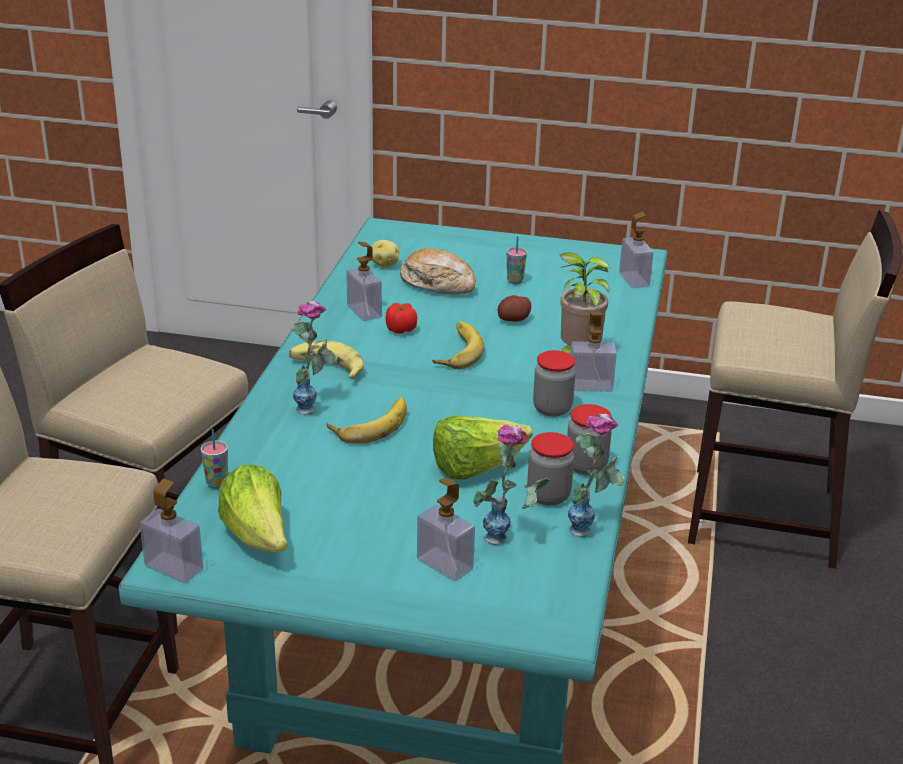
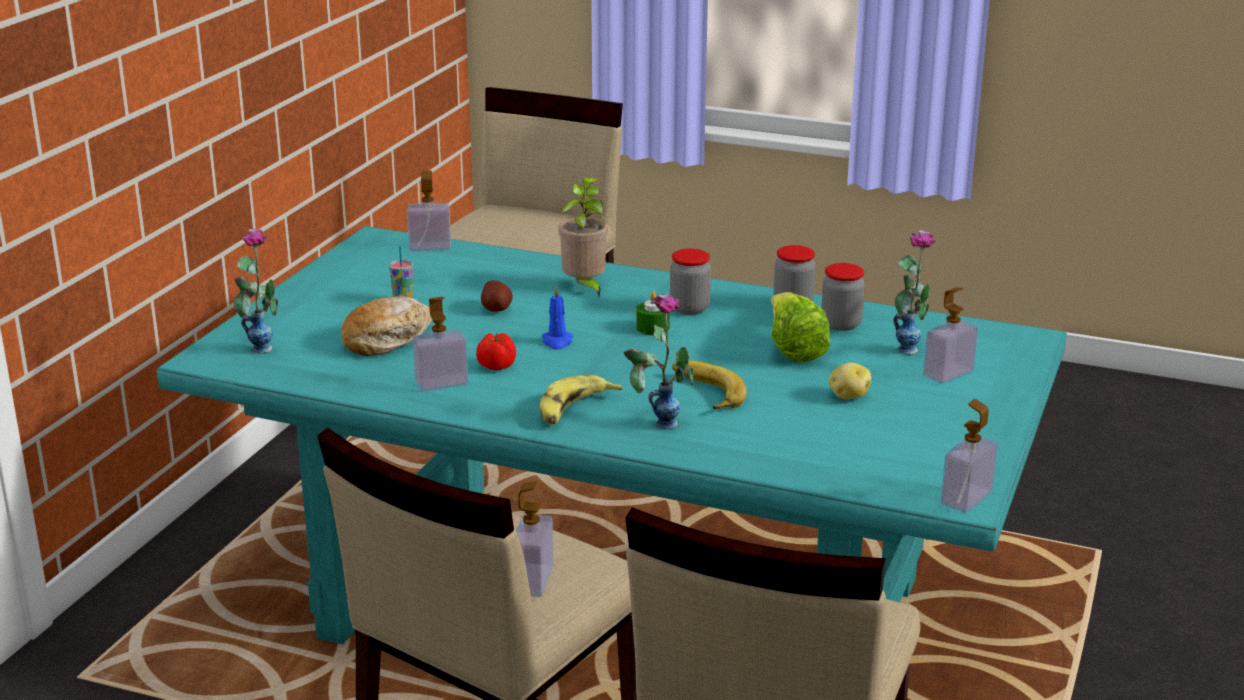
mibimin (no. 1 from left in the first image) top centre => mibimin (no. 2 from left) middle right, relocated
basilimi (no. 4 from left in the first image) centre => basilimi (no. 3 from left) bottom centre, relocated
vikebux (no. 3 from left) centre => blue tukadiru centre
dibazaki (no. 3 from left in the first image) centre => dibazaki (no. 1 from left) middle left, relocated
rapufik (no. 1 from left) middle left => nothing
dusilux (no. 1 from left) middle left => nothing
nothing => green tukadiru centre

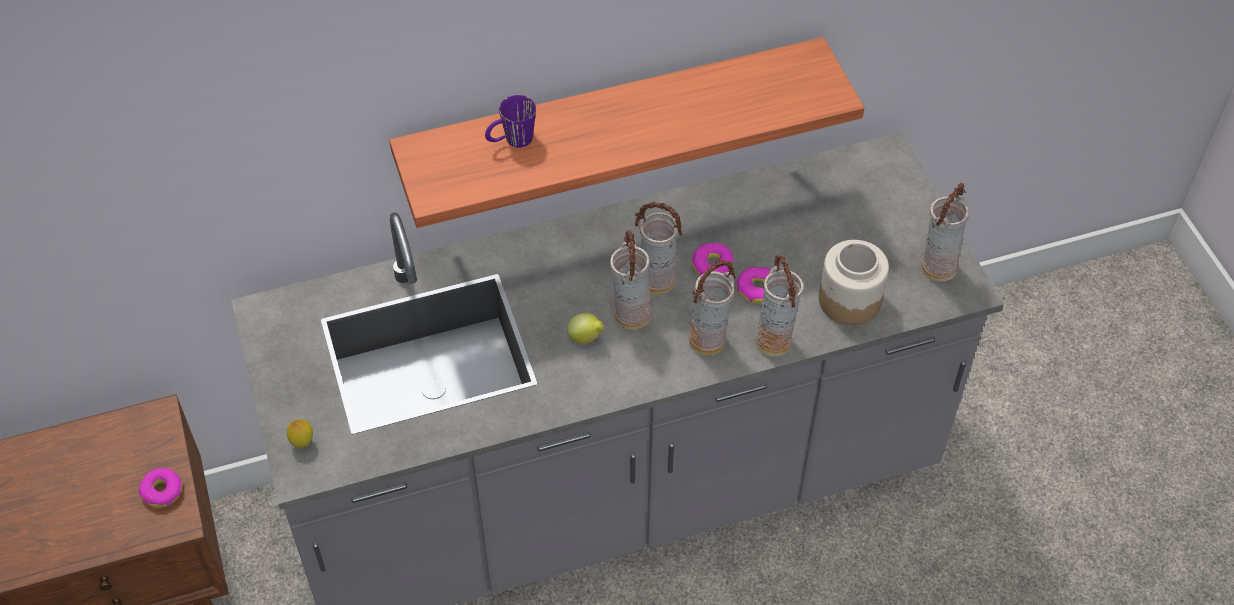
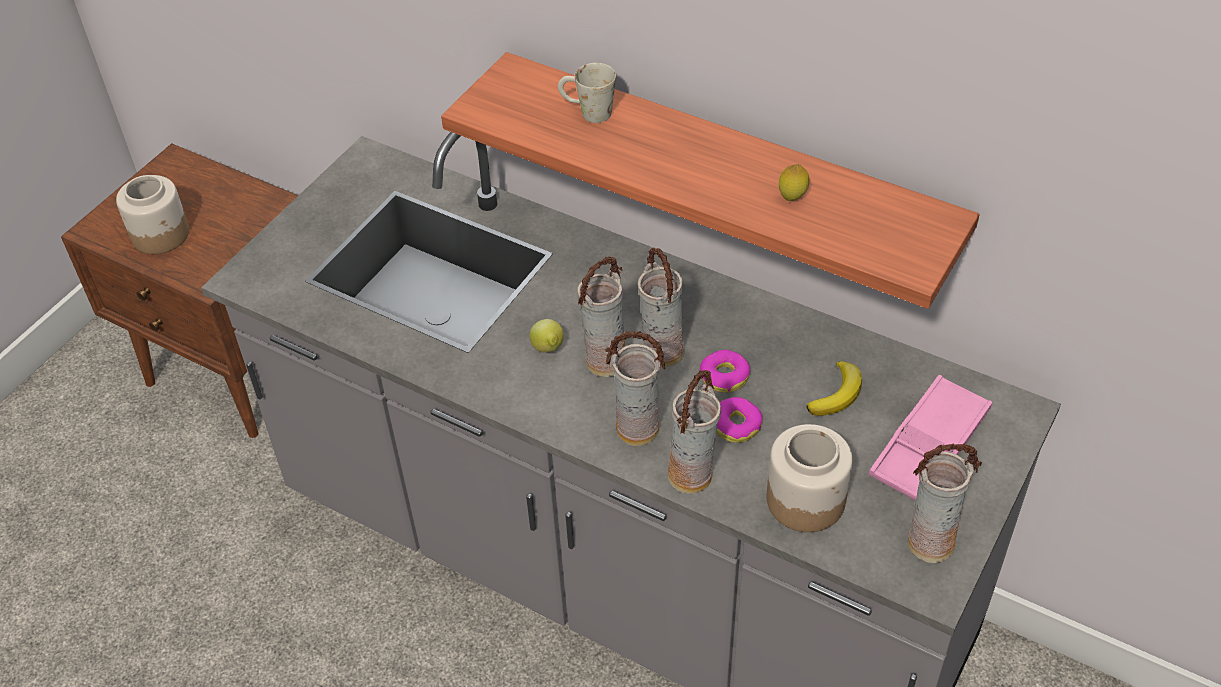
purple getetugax top centre => white getetugax top centre
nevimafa (no. 1 from left in the first image) bottom left => nevimafa (no. 2 from left) top centre, relocated
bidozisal (no. 1 from left) bottom left => nothing
nothing => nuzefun (no. 1 from left) top left
nothing => vikebux middle right
nothing => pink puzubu middle right

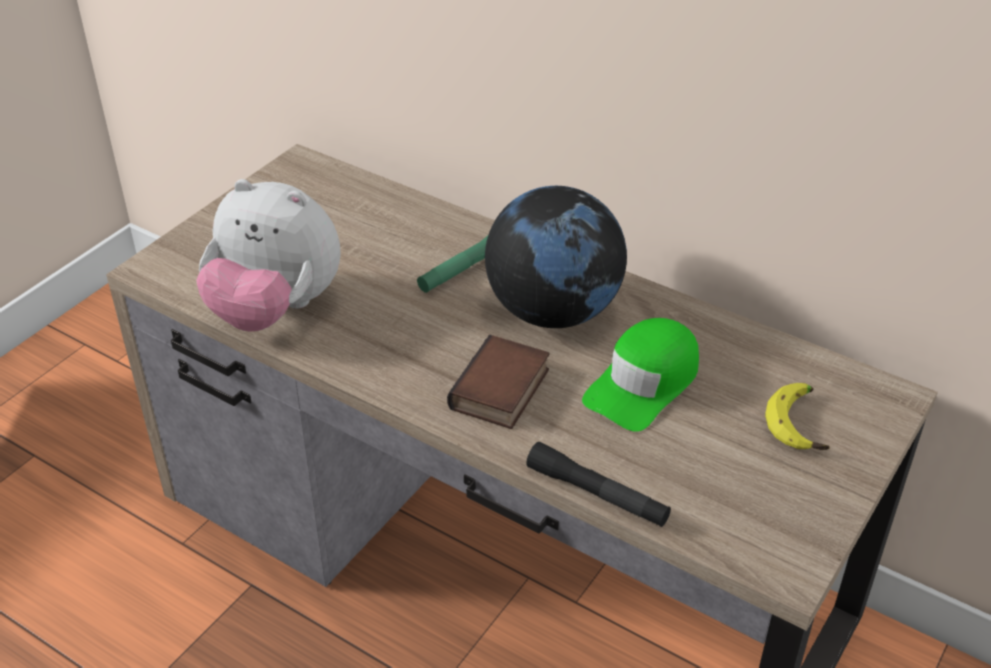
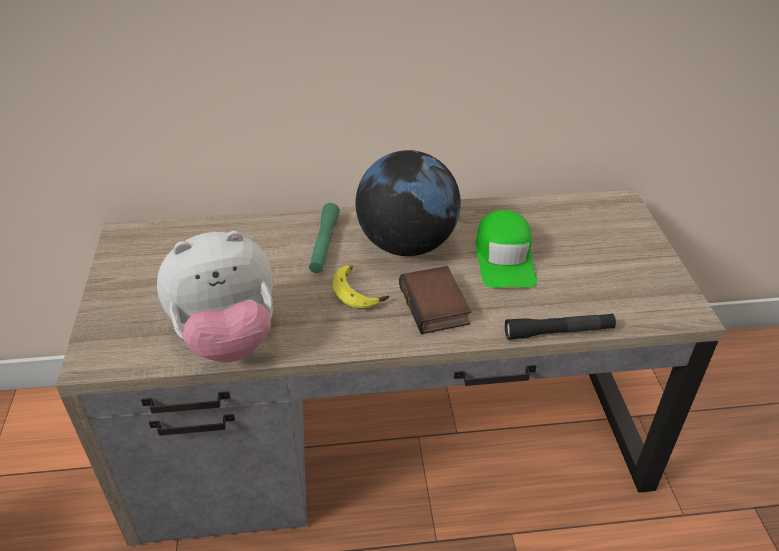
vikebux middle right => vikebux centre, relocated

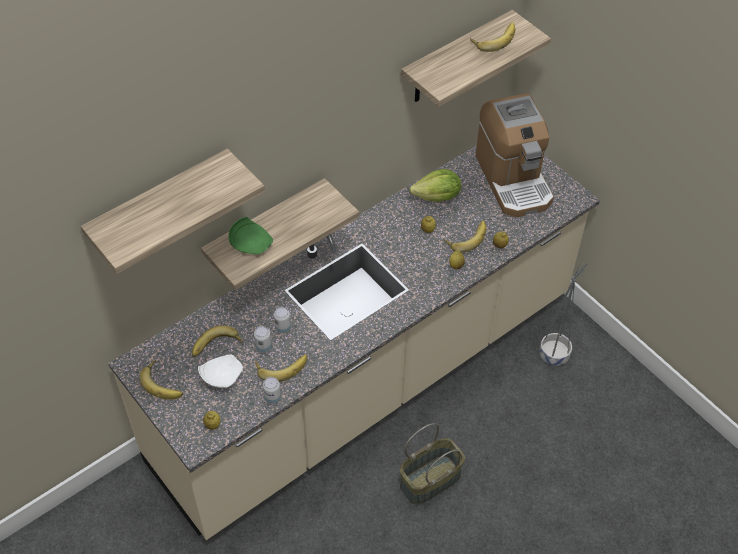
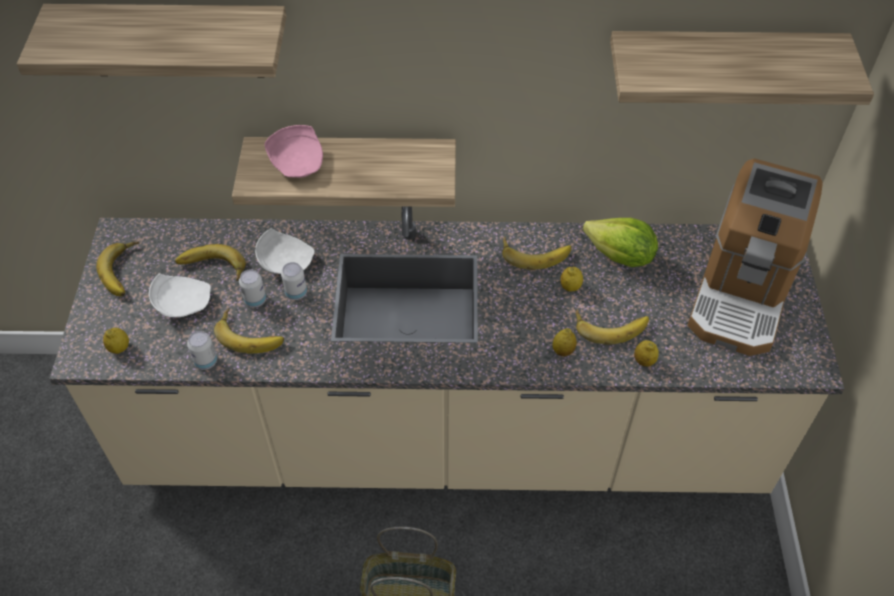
vikebux (no. 5 from left in the first image) top right => vikebux (no. 4 from left) centre, relocated
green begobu centre => pink begobu top left
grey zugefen middle right => nothing
nothing => white begobu (no. 2 from left) middle left

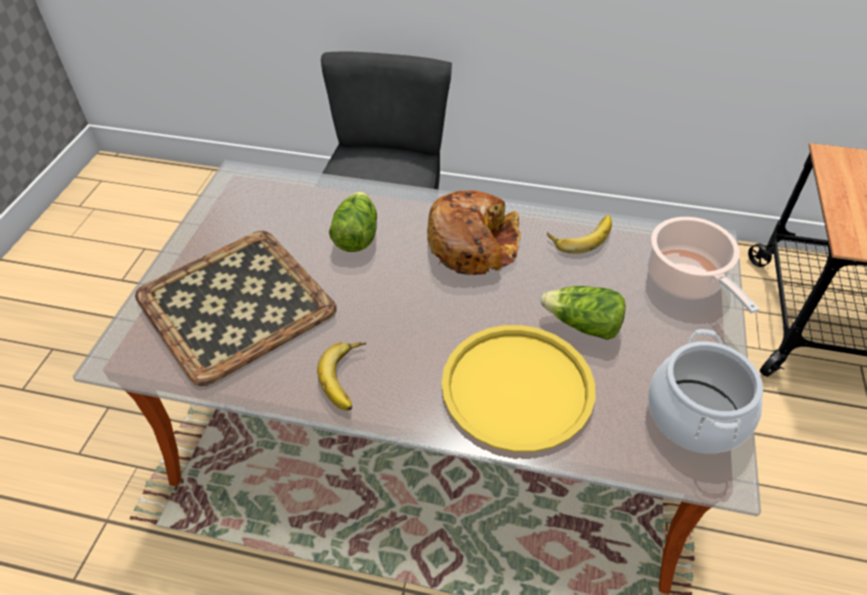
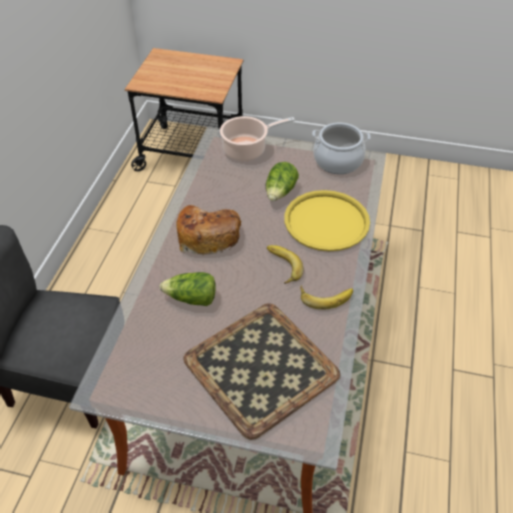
vikebux (no. 2 from left in the first image) middle right => vikebux (no. 1 from left) centre, relocated

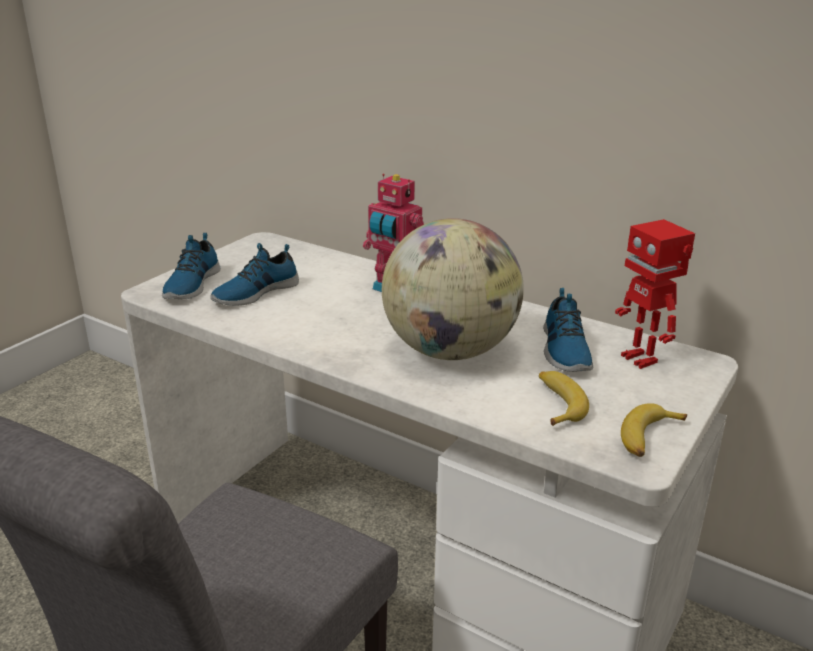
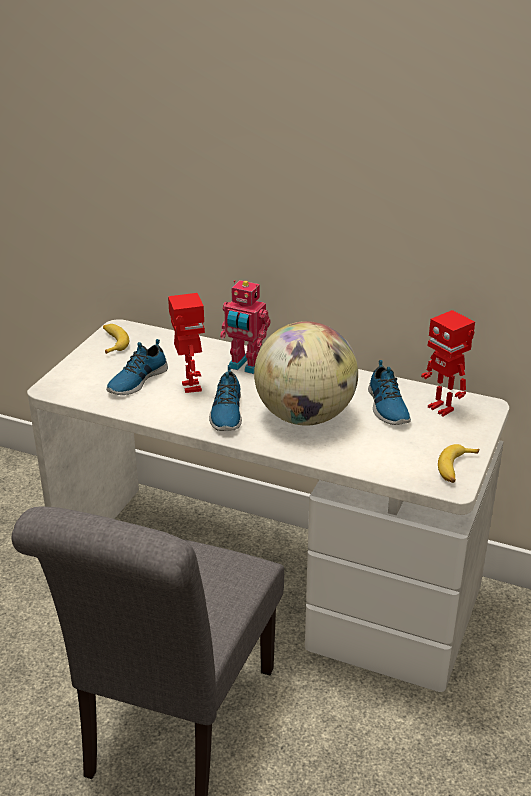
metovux (no. 1 from left in the first image) middle left => metovux (no. 2 from left) centre, relocated
vikebux (no. 1 from left) middle right => vikebux (no. 1 from left) middle left, relocated
nothing => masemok (no. 1 from left) centre

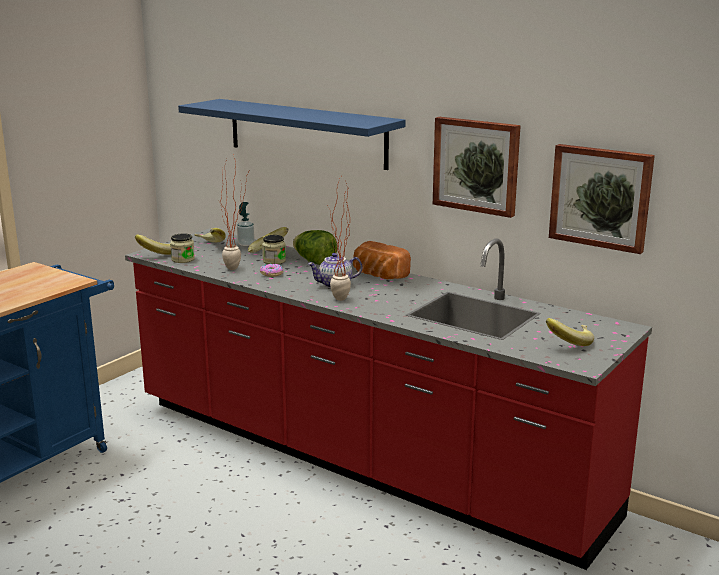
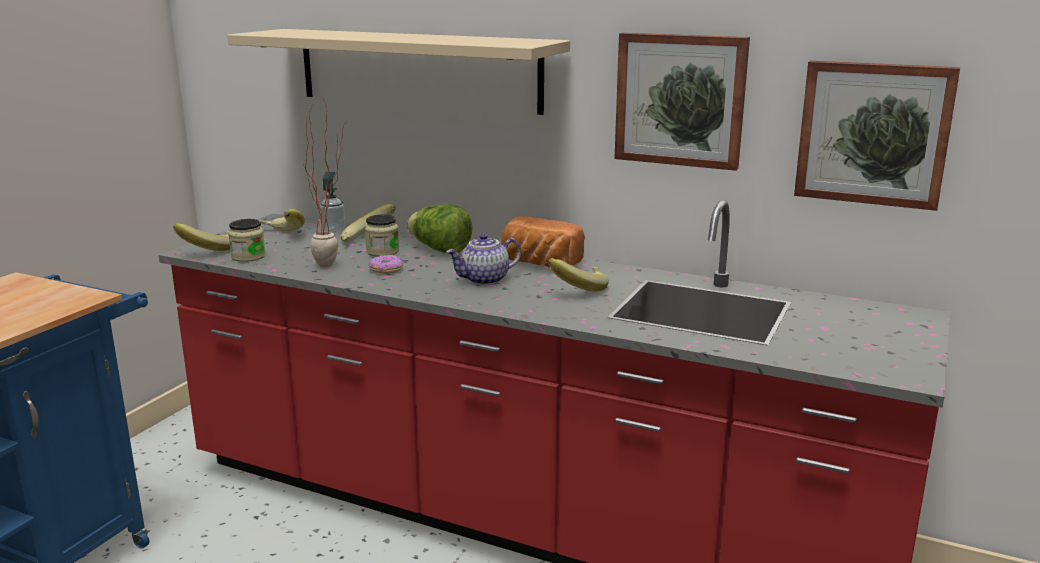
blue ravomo top centre => beige ravomo top centre
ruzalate (no. 2 from left) centre => nothing
vikebux (no. 4 from left) middle right => vikebux (no. 4 from left) centre, relocated

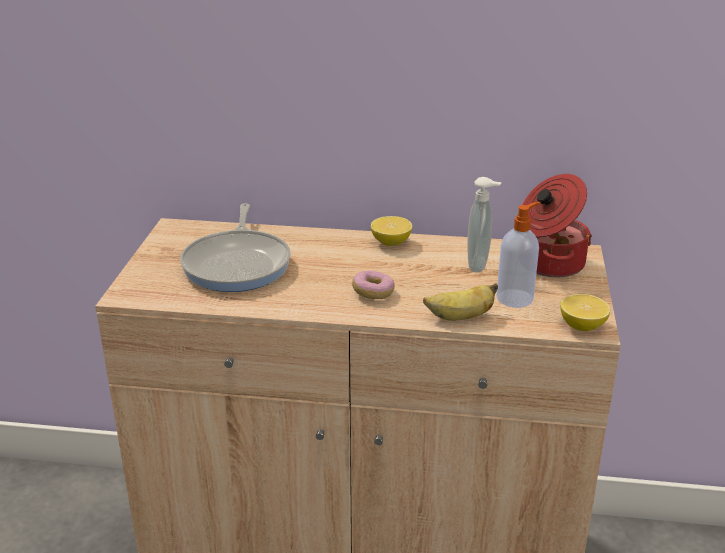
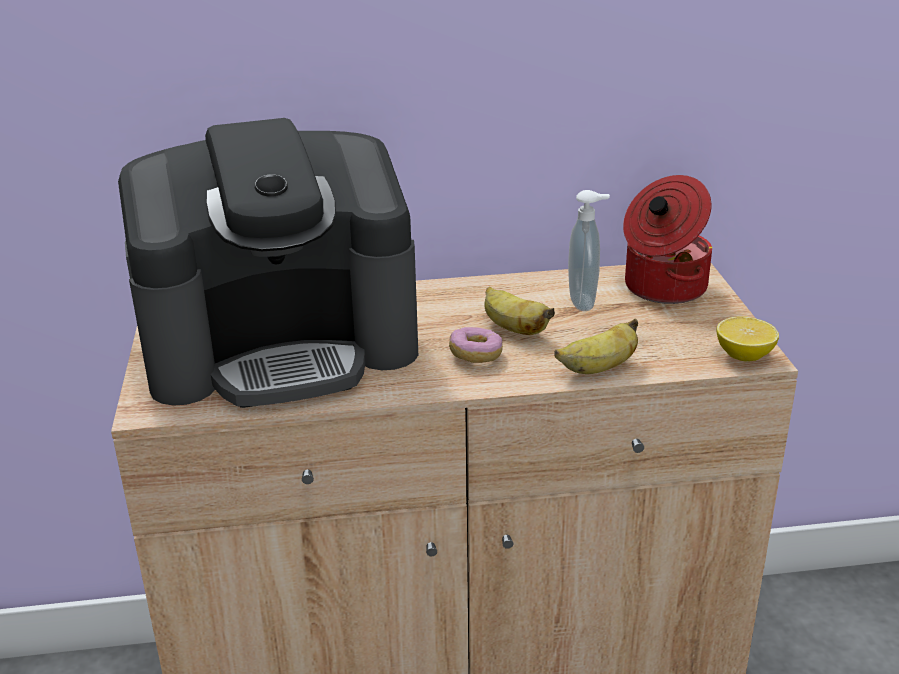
basilimi (no. 2 from left) middle right => nothing
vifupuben middle left => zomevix middle left
nevimafa (no. 1 from left) centre => nothing
nothing => vikebux (no. 1 from left) centre

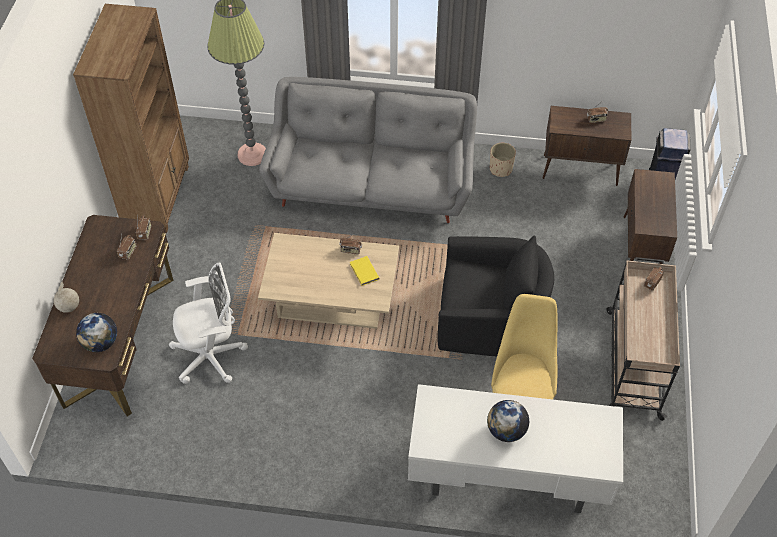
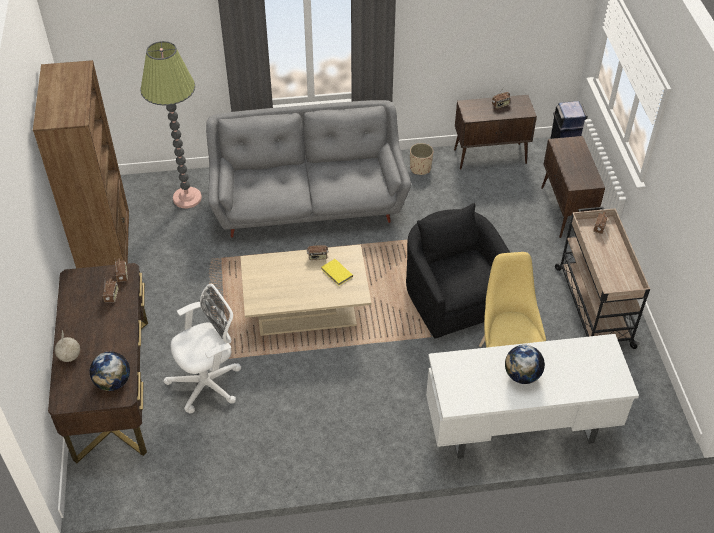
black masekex centre, 105 degrees counterclockwise

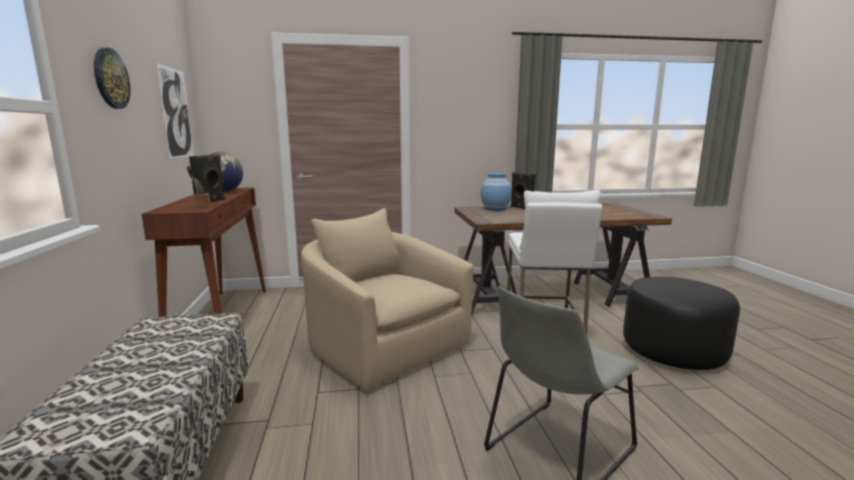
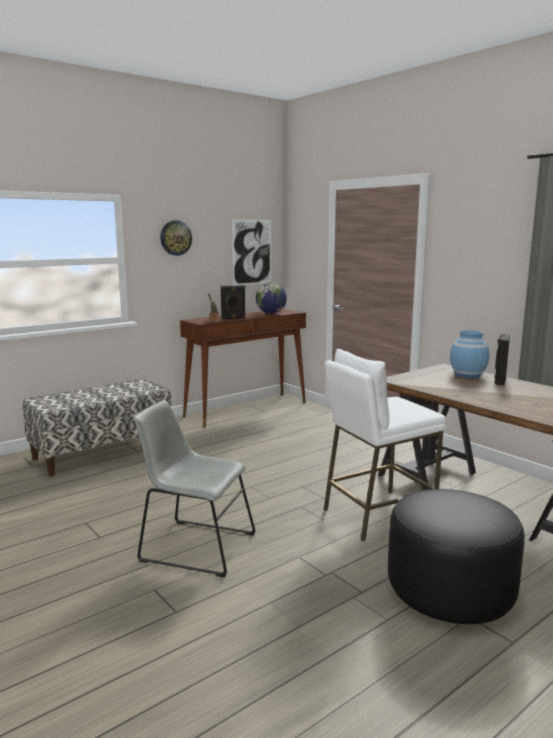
beige masekex centre => nothing

